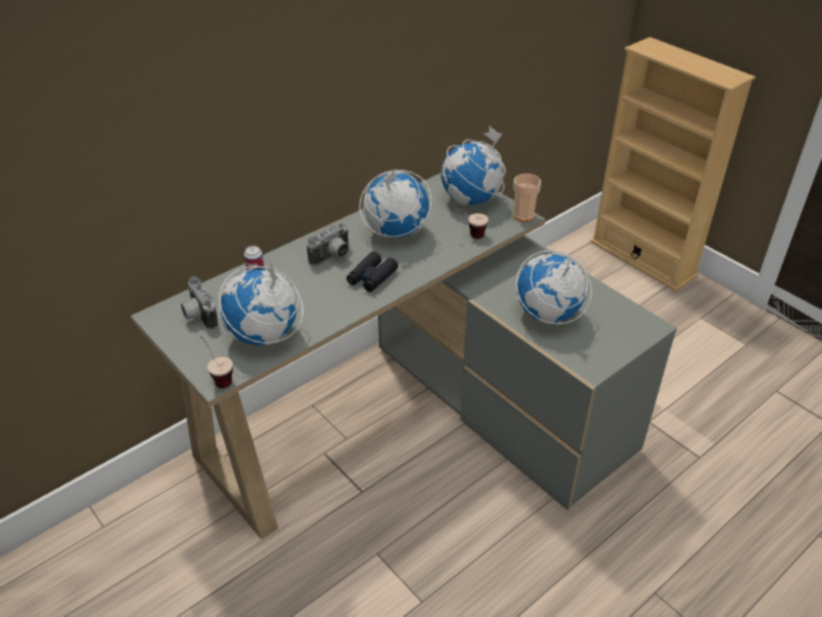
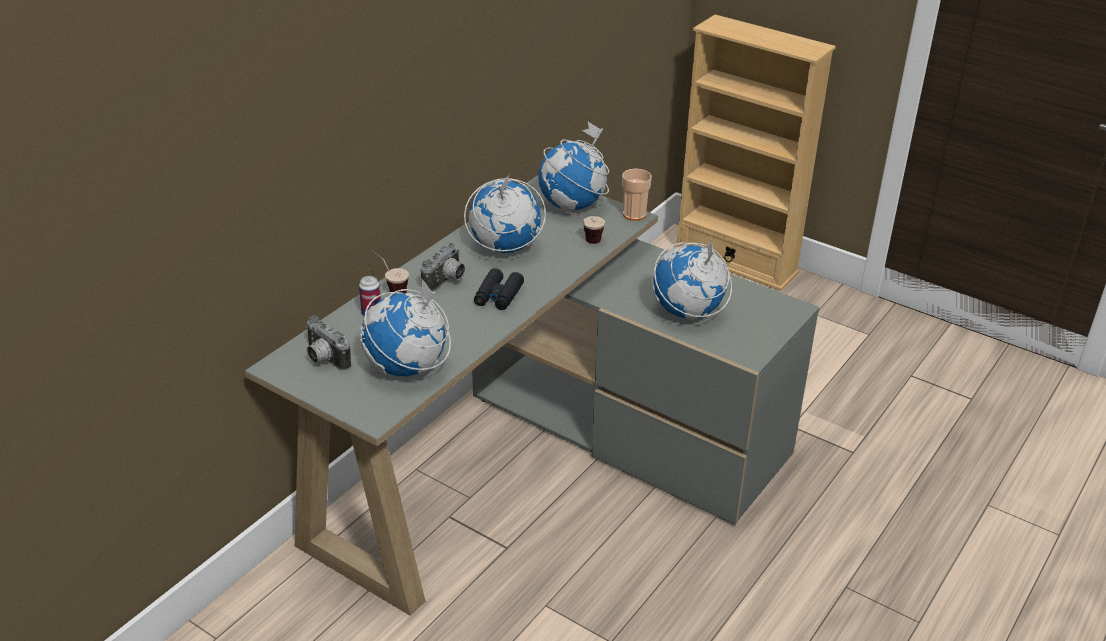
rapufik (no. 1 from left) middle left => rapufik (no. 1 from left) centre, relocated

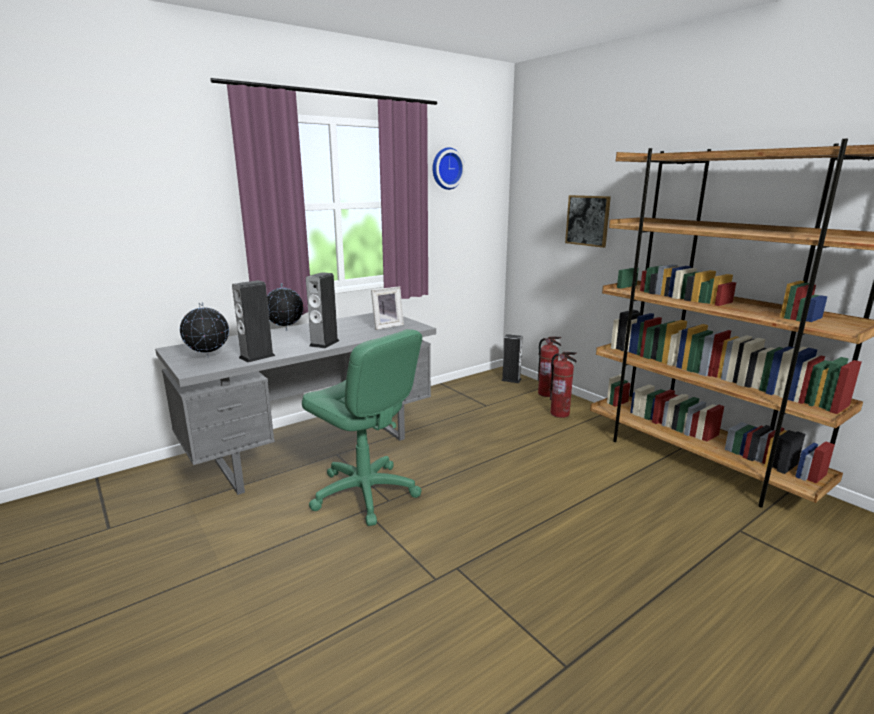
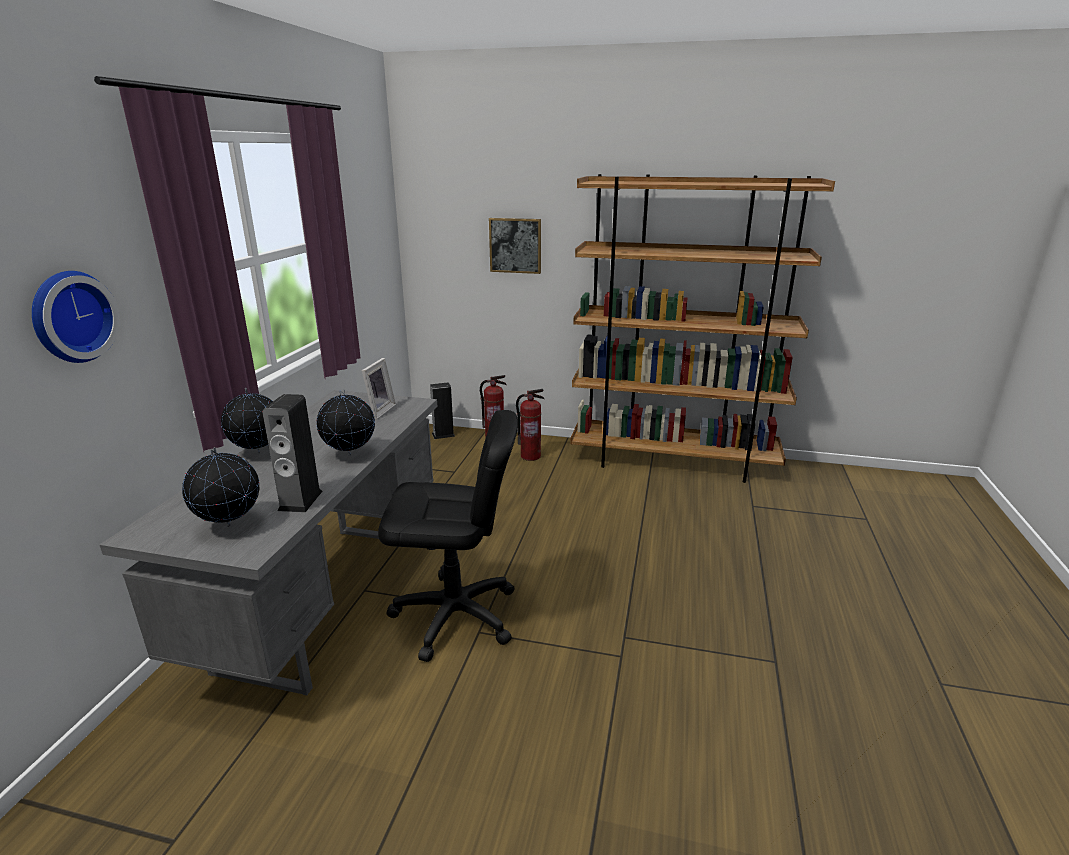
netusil top centre => netusil middle left, relocated
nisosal (no. 2 from left) centre => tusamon (no. 3 from left) middle left
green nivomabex centre => black nivomabex centre

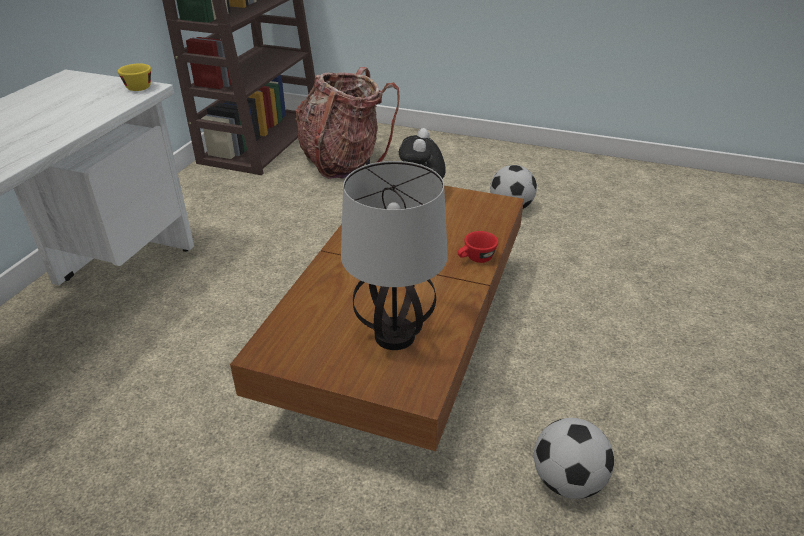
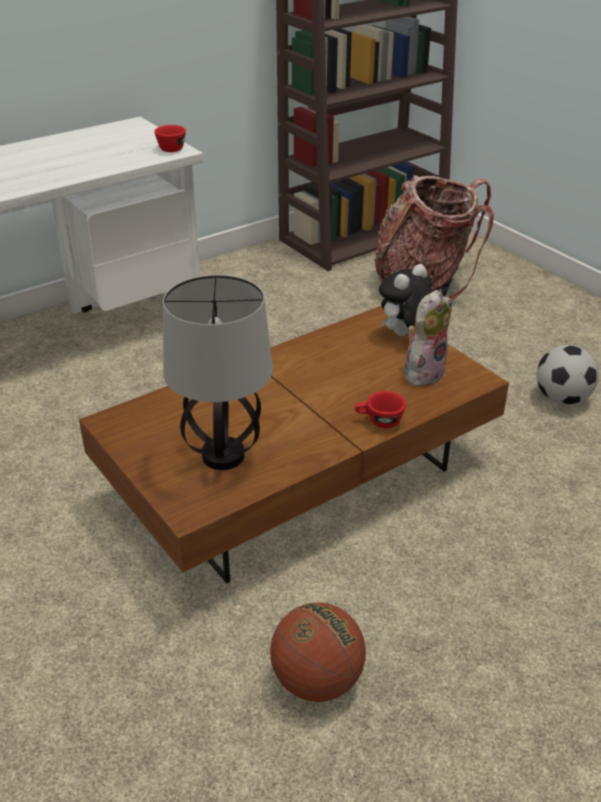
yellow rapufik top left => red rapufik (no. 1 from left) top left
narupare (no. 2 from left) bottom right => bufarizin bottom centre
nothing => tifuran (no. 2 from left) middle right

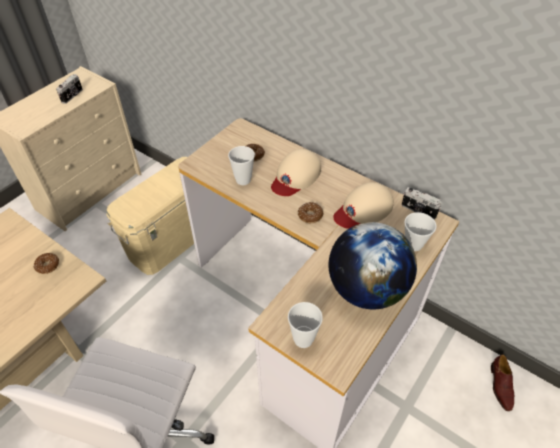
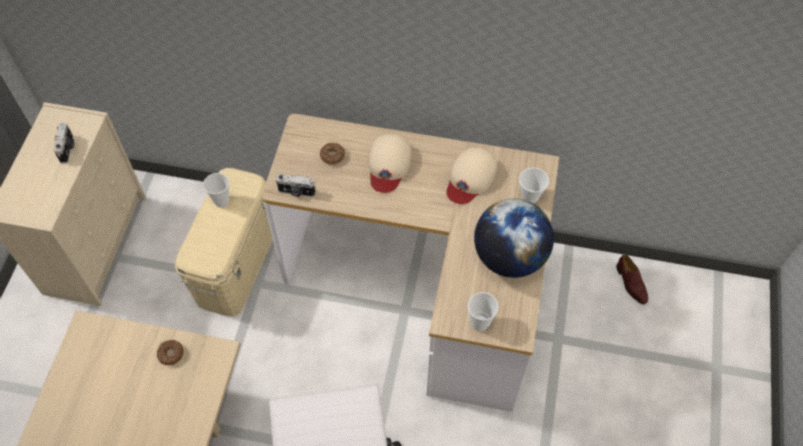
rapufik (no. 1 from left) centre => rapufik (no. 1 from left) middle left, relocated
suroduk (no. 2 from left) middle right => suroduk (no. 2 from left) centre, relocated
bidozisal (no. 3 from left) centre => nothing

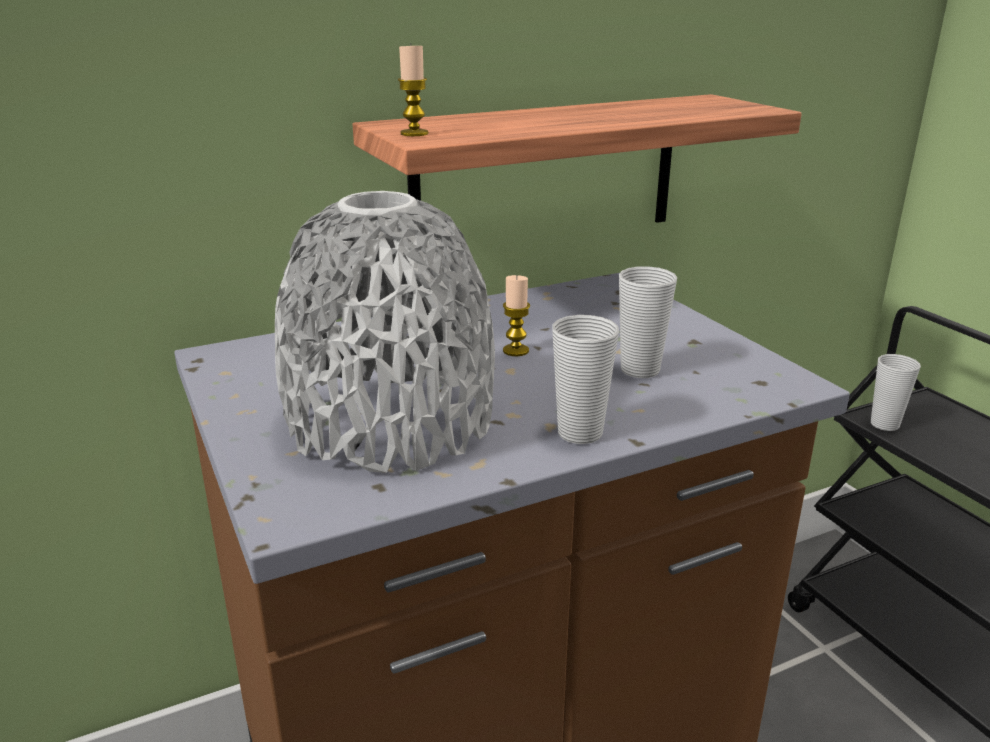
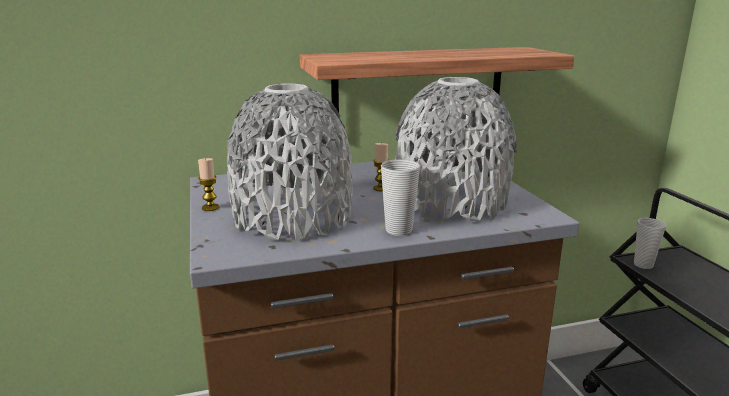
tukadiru (no. 1 from left) top centre => tukadiru (no. 1 from left) middle left, relocated
rapufik (no. 2 from left) centre => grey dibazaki (no. 2 from left) centre

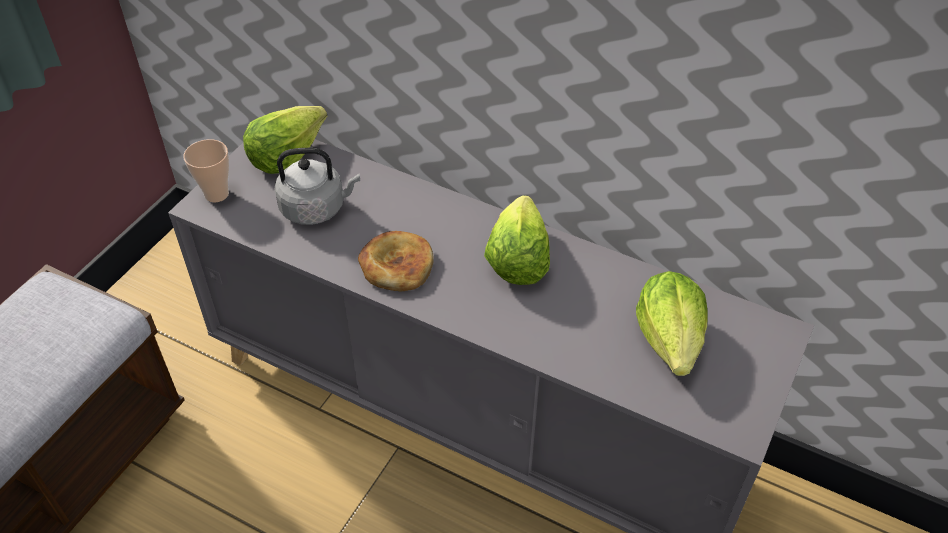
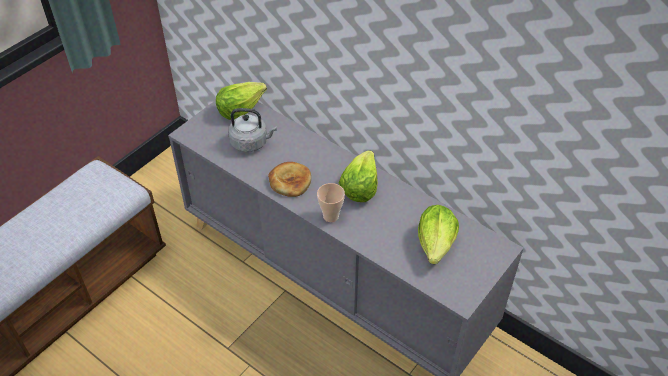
rapufik top left => rapufik centre, relocated

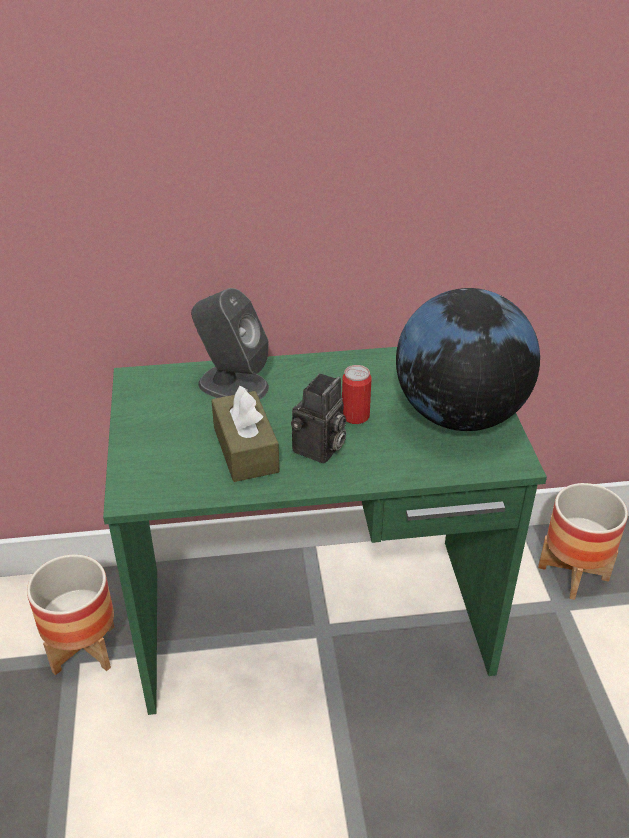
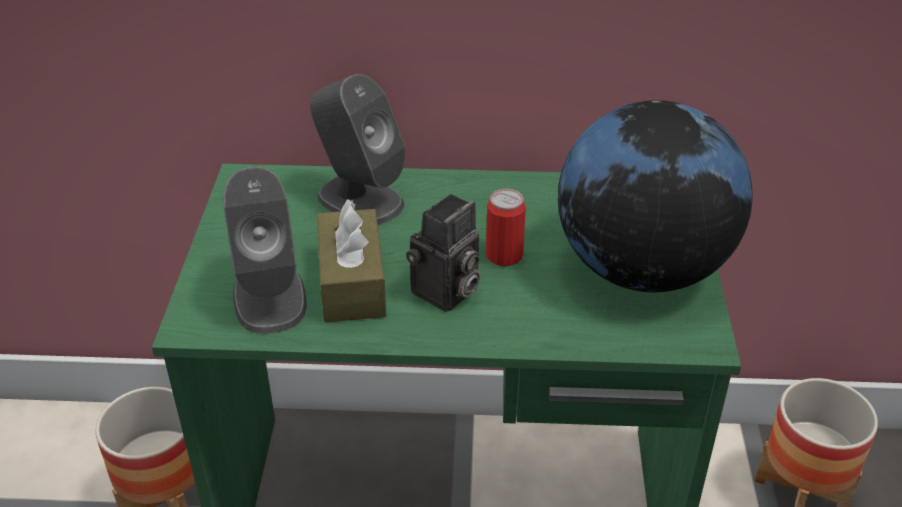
nothing => grey nisosal (no. 1 from left) middle left

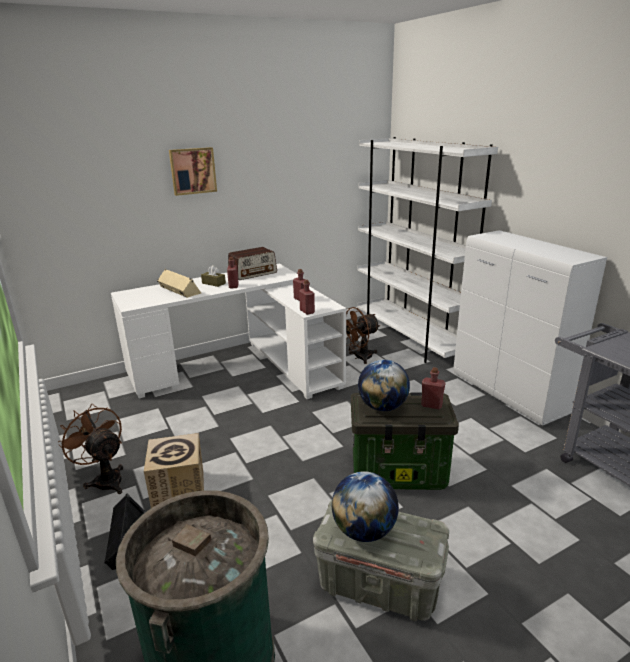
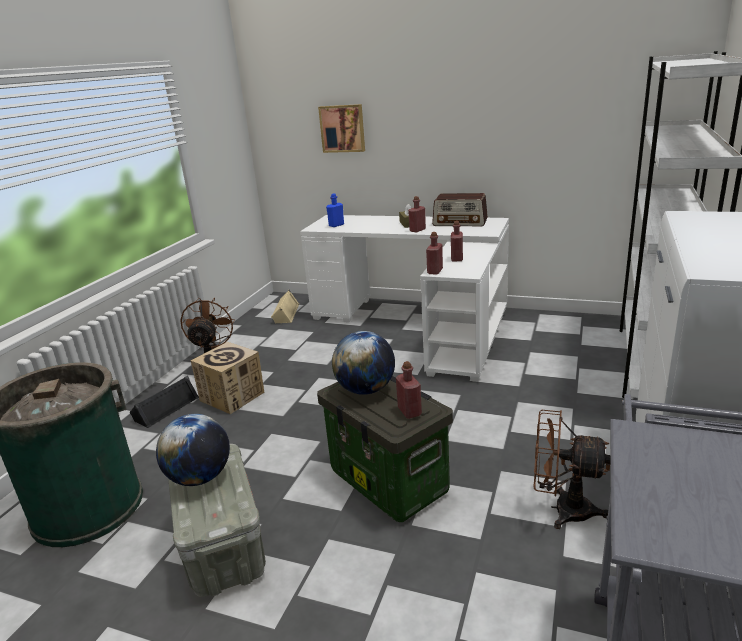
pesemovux top left => pesemovux top centre, relocated
beige nisosal middle left => beige nisosal centre, relocated
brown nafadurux (no. 2 from left) centre => brown nafadurux (no. 2 from left) bottom right, relocated
nothing => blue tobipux top centre

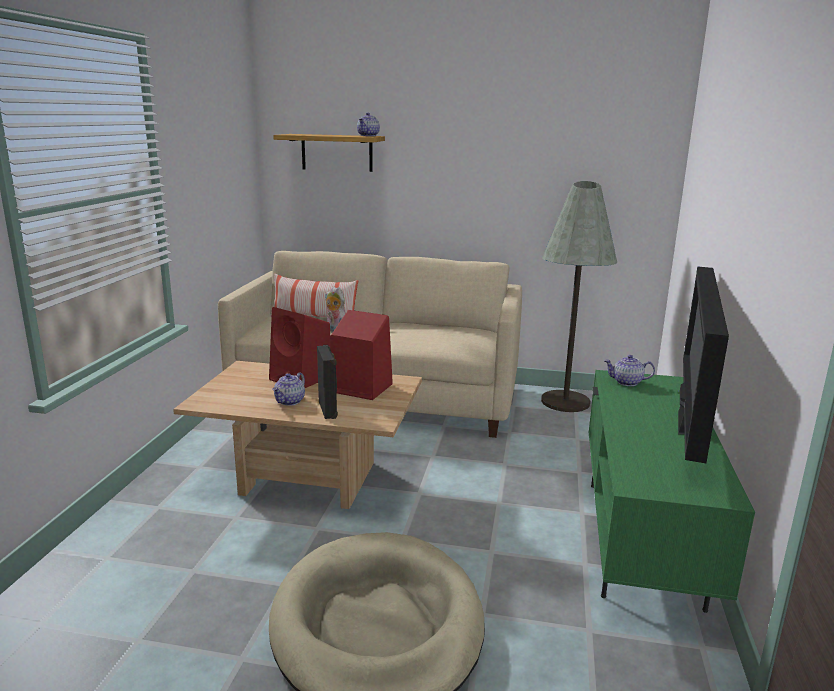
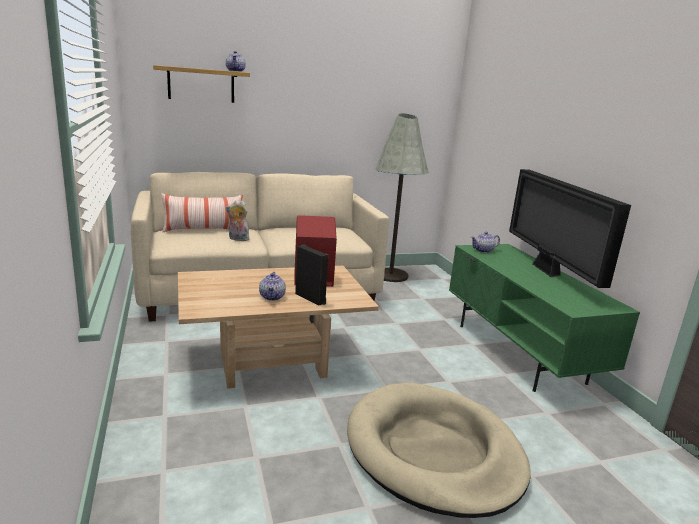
red nisosal (no. 1 from left) centre => nothing

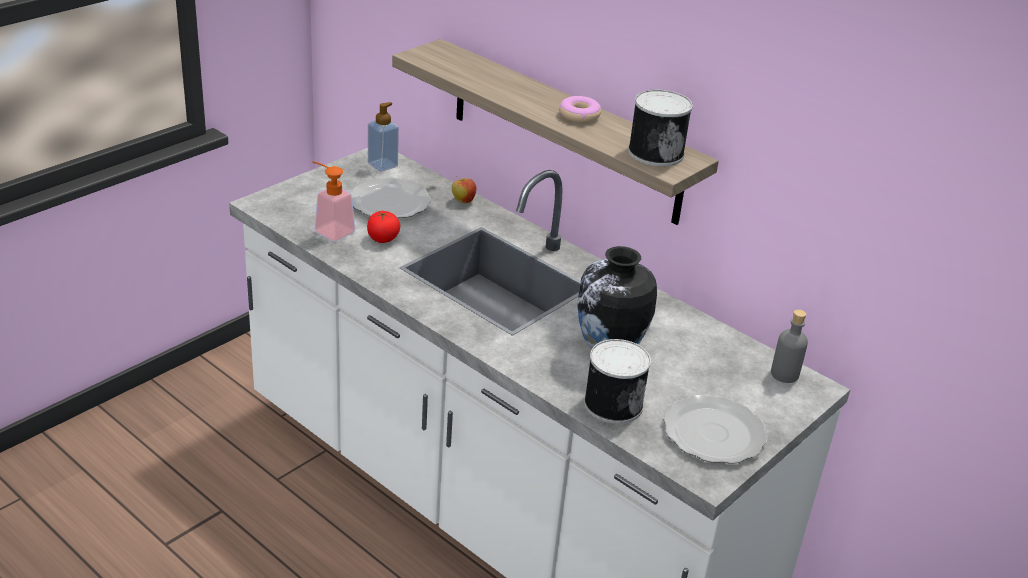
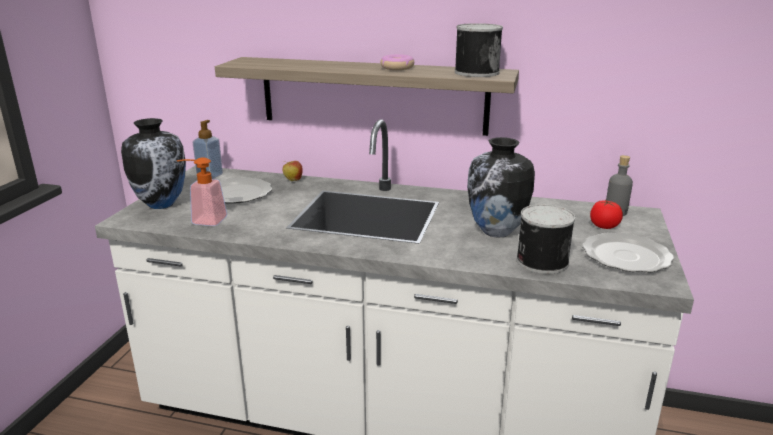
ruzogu centre => ruzogu middle right, relocated
nothing => dibazaki (no. 1 from left) middle left

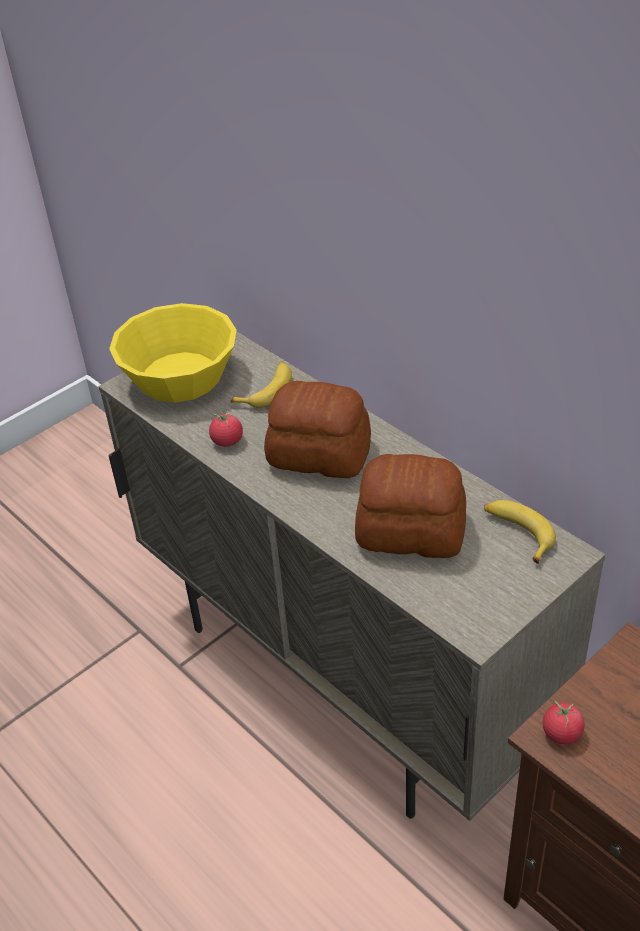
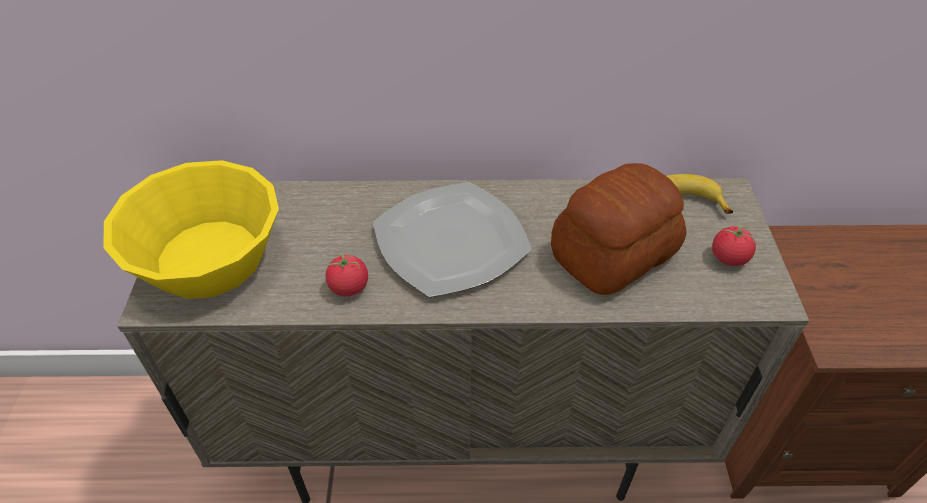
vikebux (no. 1 from left) centre => nothing
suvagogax (no. 1 from left) centre => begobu centre
ruzogu (no. 2 from left) bottom right => ruzogu (no. 2 from left) middle right, relocated

